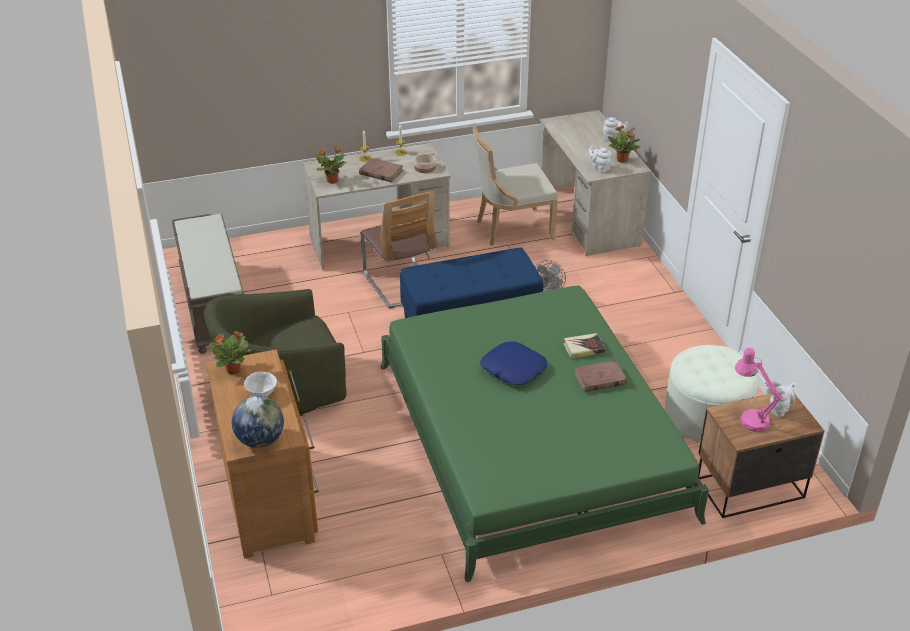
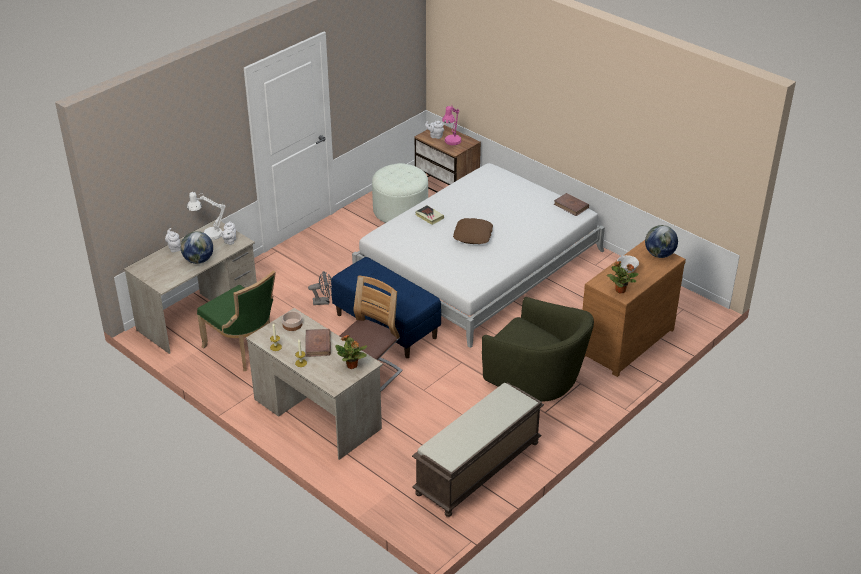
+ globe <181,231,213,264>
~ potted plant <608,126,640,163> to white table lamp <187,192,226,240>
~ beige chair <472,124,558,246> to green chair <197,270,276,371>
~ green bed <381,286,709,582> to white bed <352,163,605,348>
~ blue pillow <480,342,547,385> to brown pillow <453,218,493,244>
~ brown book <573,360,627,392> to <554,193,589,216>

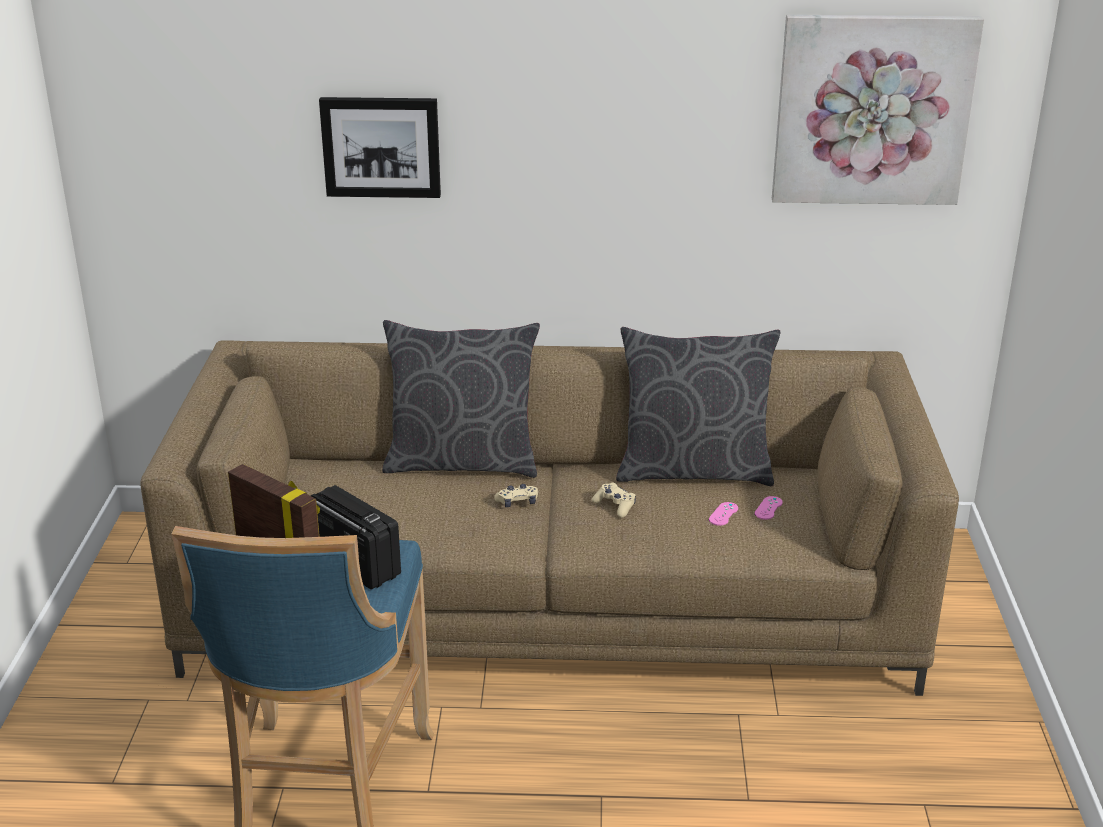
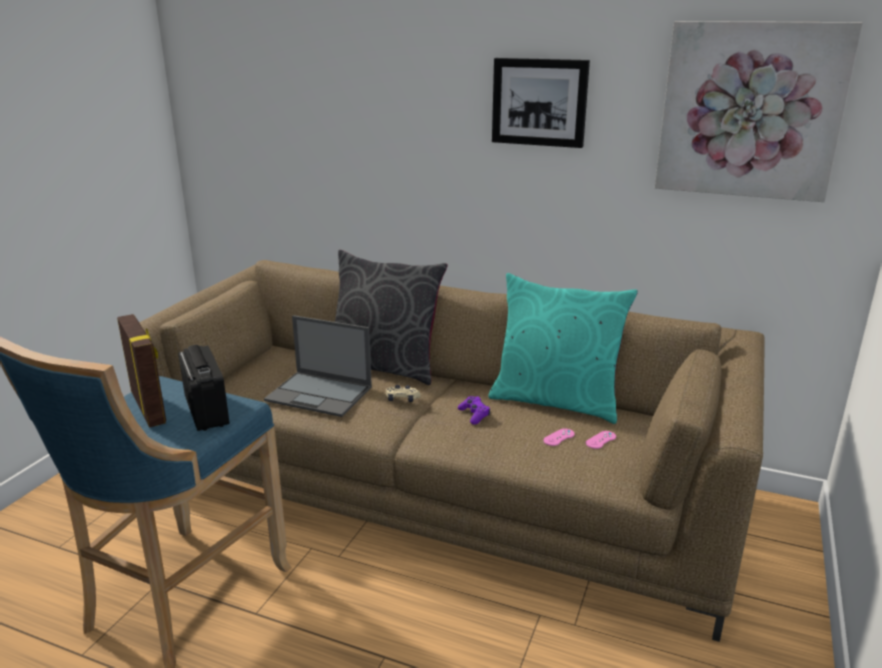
+ laptop <264,315,372,417>
~ beige game controller <592,483,636,518> to purple game controller <458,396,490,425>
~ grey pillow <616,327,780,486> to turquoise pillow <488,273,638,424>
~ picture <319,97,441,198> to <492,58,590,148>

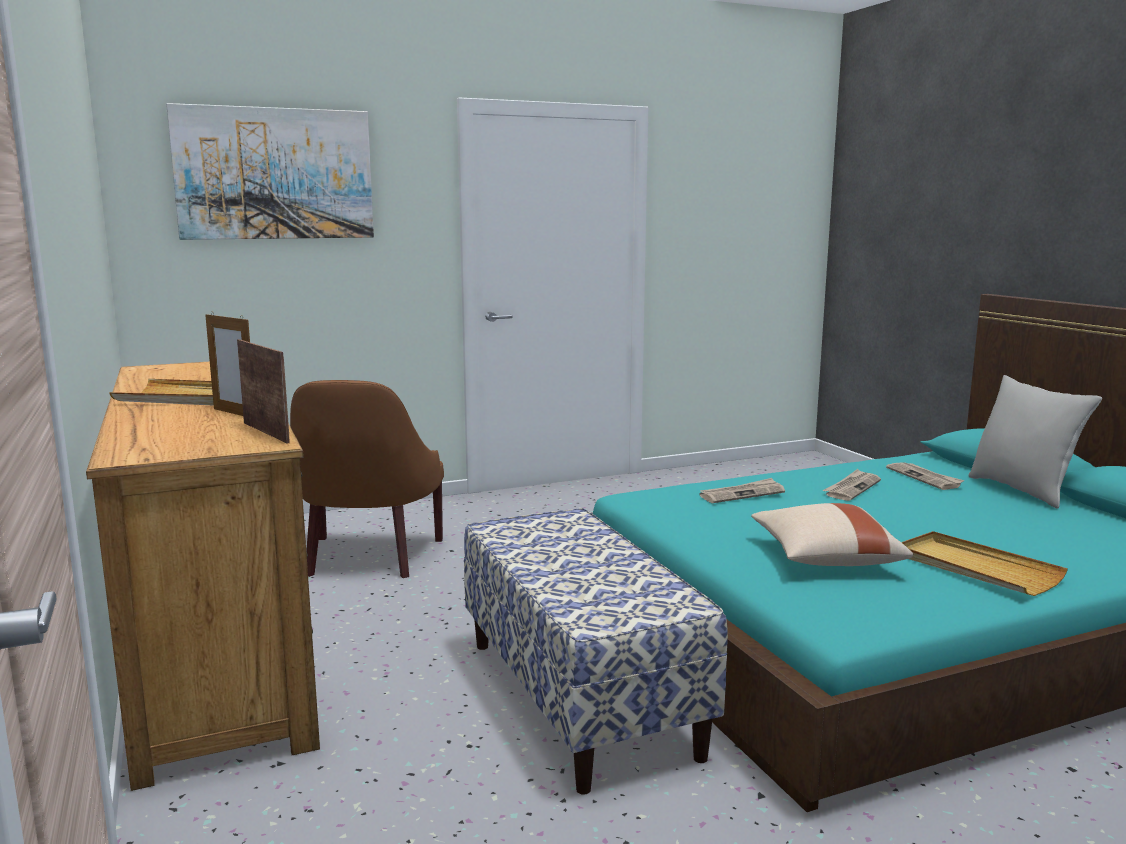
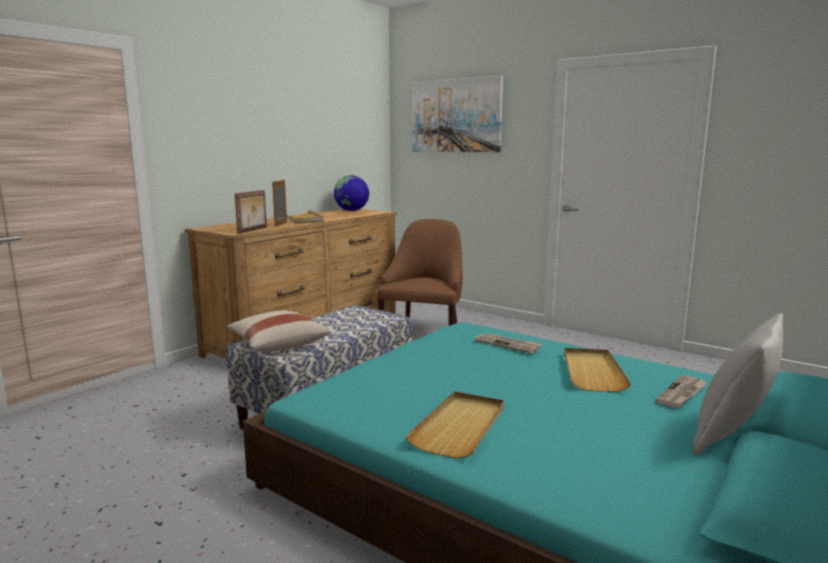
~ beige pillow <751,503,913,566> to <227,311,331,352>
+ globe <334,175,369,211>
~ brown armchair <290,380,444,578> = <376,219,463,326> 135 degrees clockwise
~ newspaper <823,469,881,501> to beige tray <564,348,631,392>

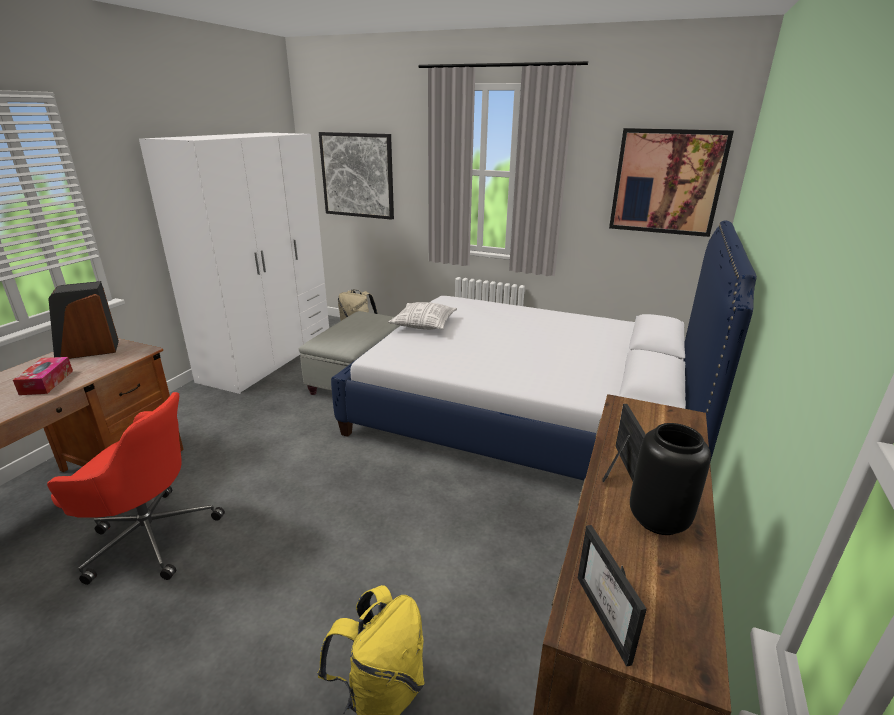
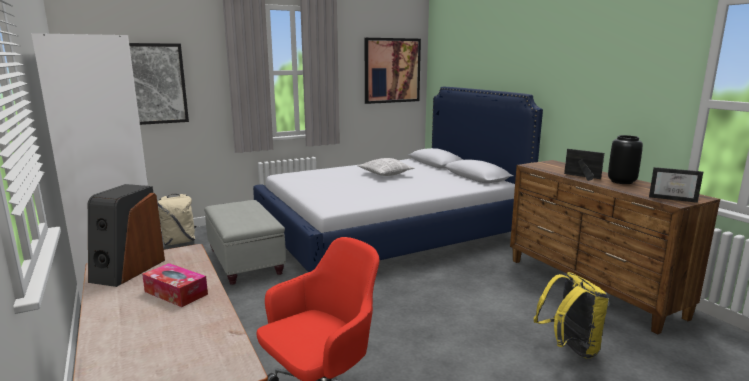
~ pillow <388,302,457,330> to <357,158,415,176>

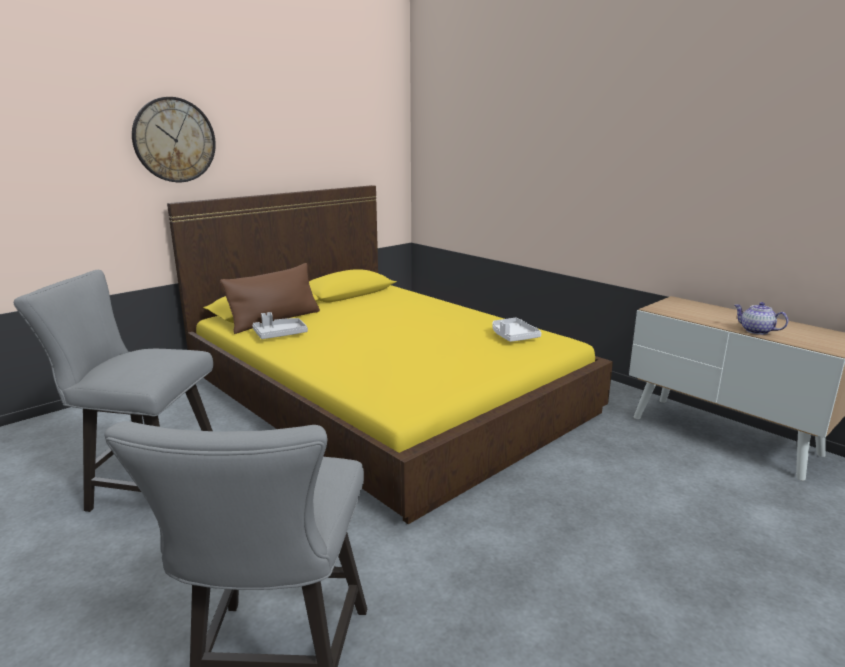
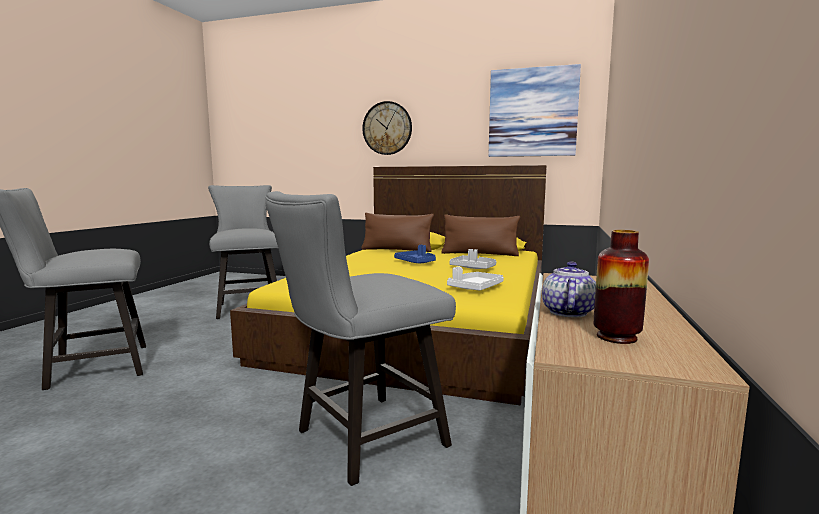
+ grey chair <265,191,456,486>
+ blue tray <394,245,436,263>
+ brown pillow <442,214,520,256>
~ grey tray <252,312,308,339> to <449,249,496,269>
+ picture <488,64,581,157>
+ vase <594,230,649,344>

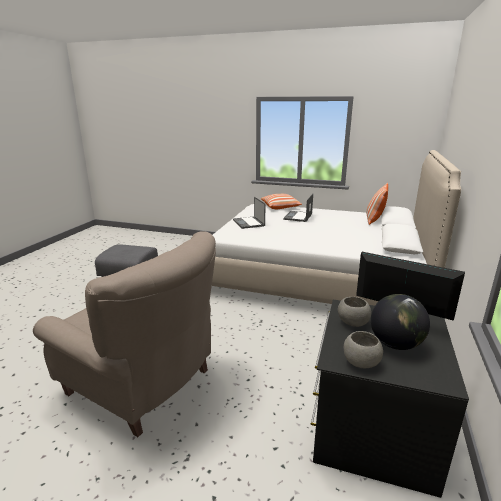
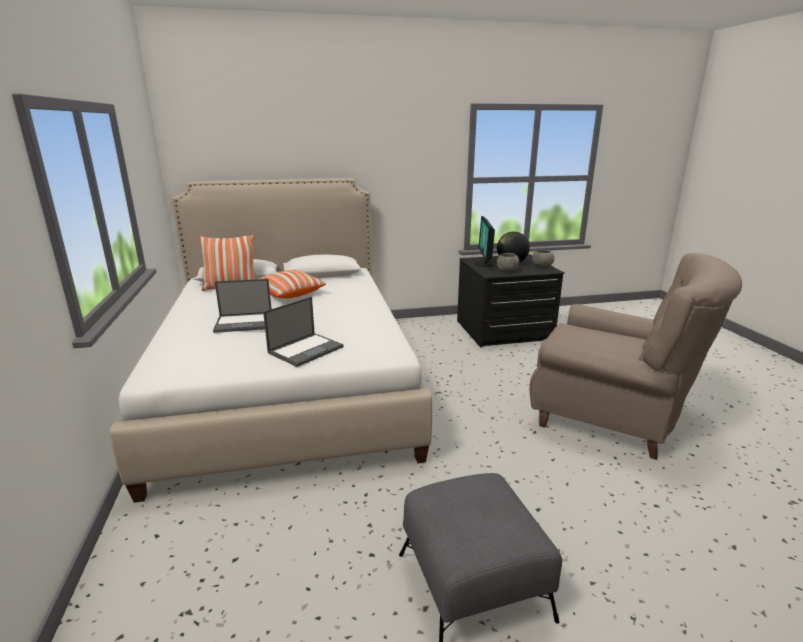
~ pillow <261,194,302,209> to <259,270,326,298>
~ beige armchair <33,231,216,437> = <529,253,742,460> 120 degrees clockwise

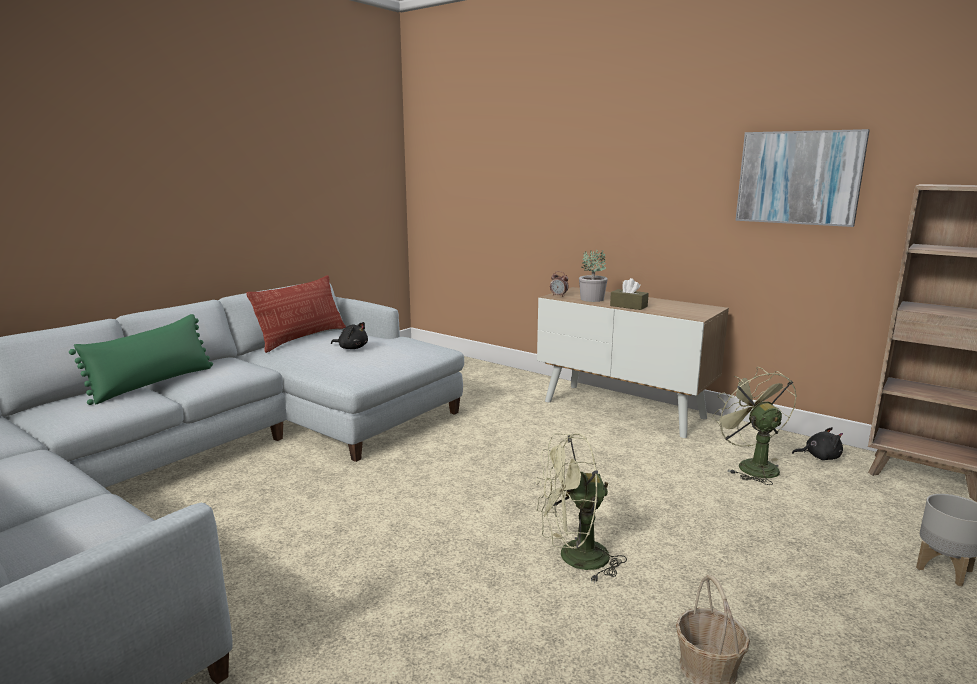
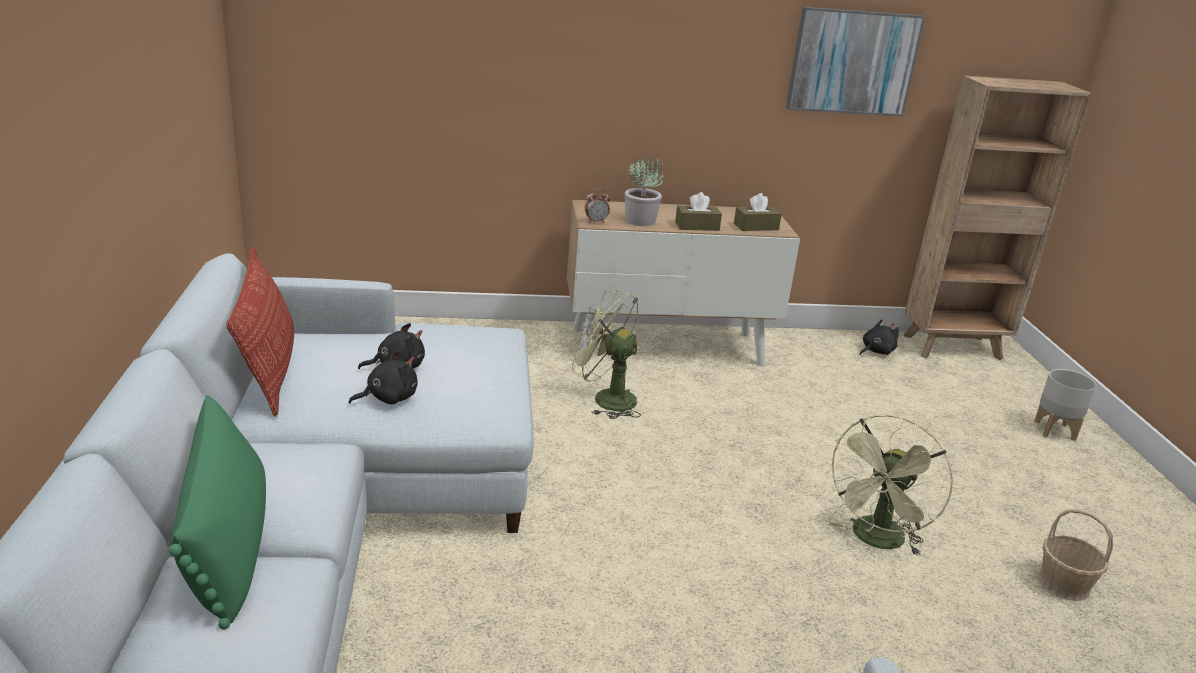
+ black plush toy <348,350,418,405>
~ green fan <712,367,797,485> to <568,289,641,419>
+ brown tissue box <734,193,782,231>

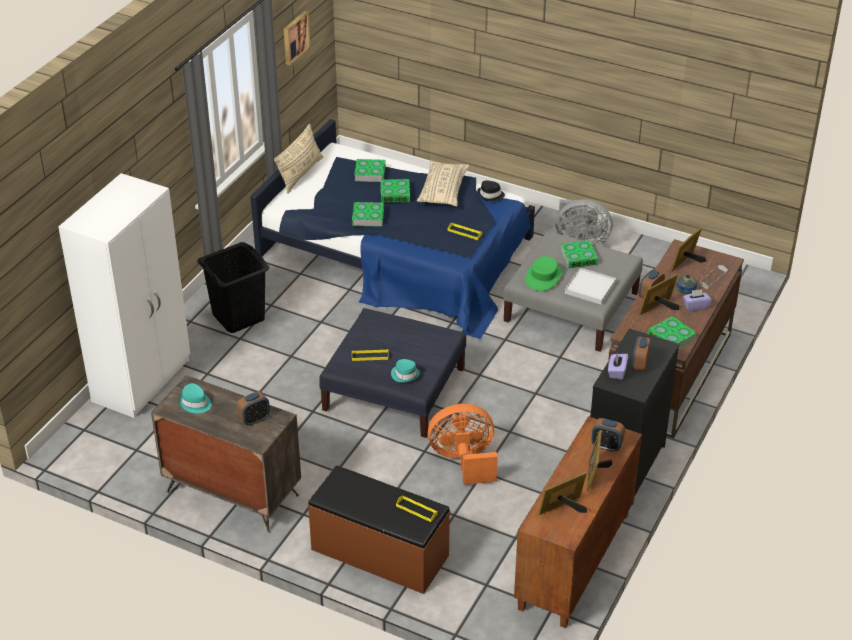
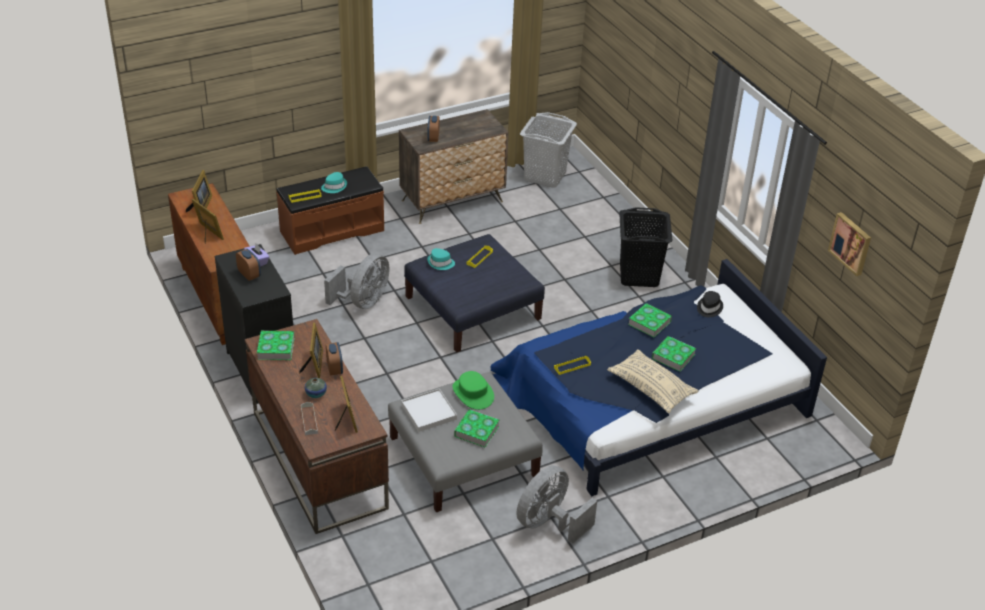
~ turquoise hat <179,383,211,413> to <321,172,347,193>
~ orange fan <428,404,498,485> to grey fan <324,253,389,309>
+ grey laundry basket <520,112,577,188>
~ black hat <477,180,505,201> to <697,291,723,317>
- white wardrobe <58,173,190,418>
- beige pillow <274,124,323,194>
- book <354,159,386,182>
- alarm clock <591,418,625,452>
- purple tissue box <683,289,711,311>

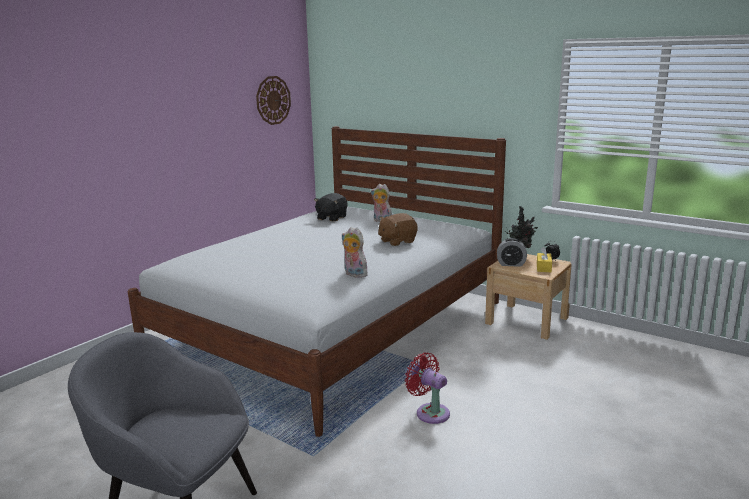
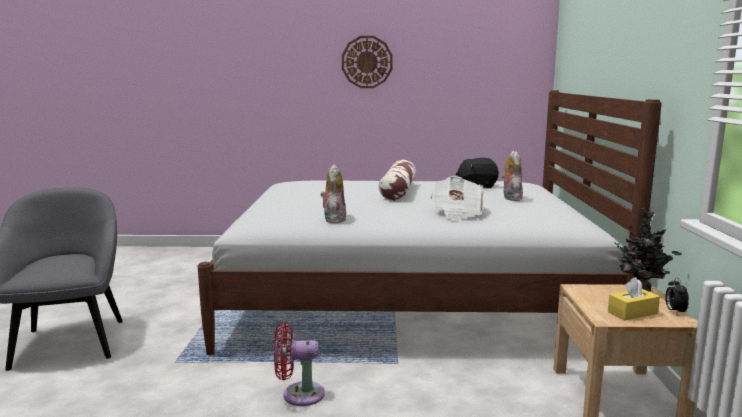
~ red fan <405,352,450,424> = <274,322,325,406> 105 degrees counterclockwise
~ wall clock <256,76,291,125> to <342,36,393,88>
+ pillow <379,160,416,201>
~ brown plush toy <378,213,418,246> to newspaper <430,176,485,220>
- alarm clock <497,238,527,267>

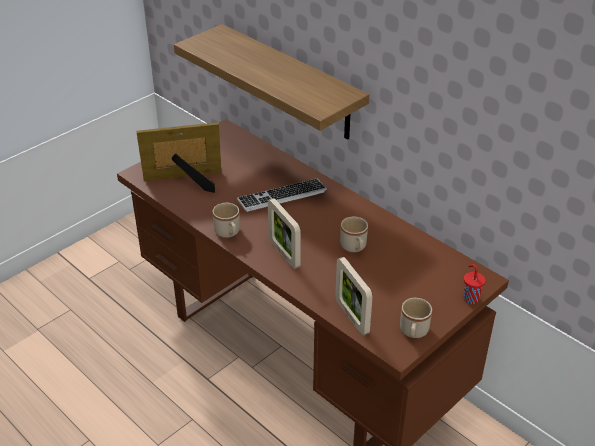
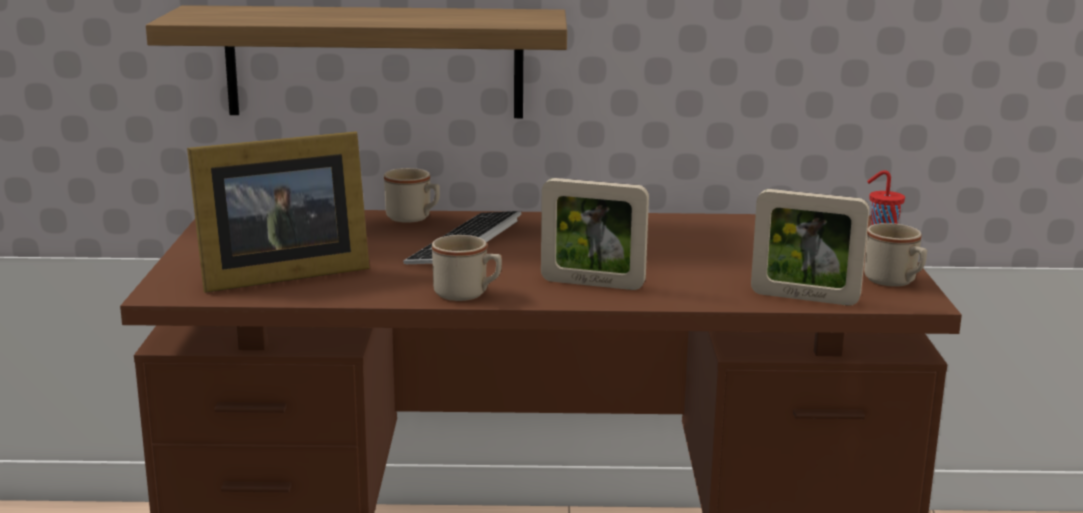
~ picture frame <136,122,221,193> = <187,131,370,293> 150 degrees counterclockwise
~ beige mug <340,216,368,252> to <384,168,440,223>

